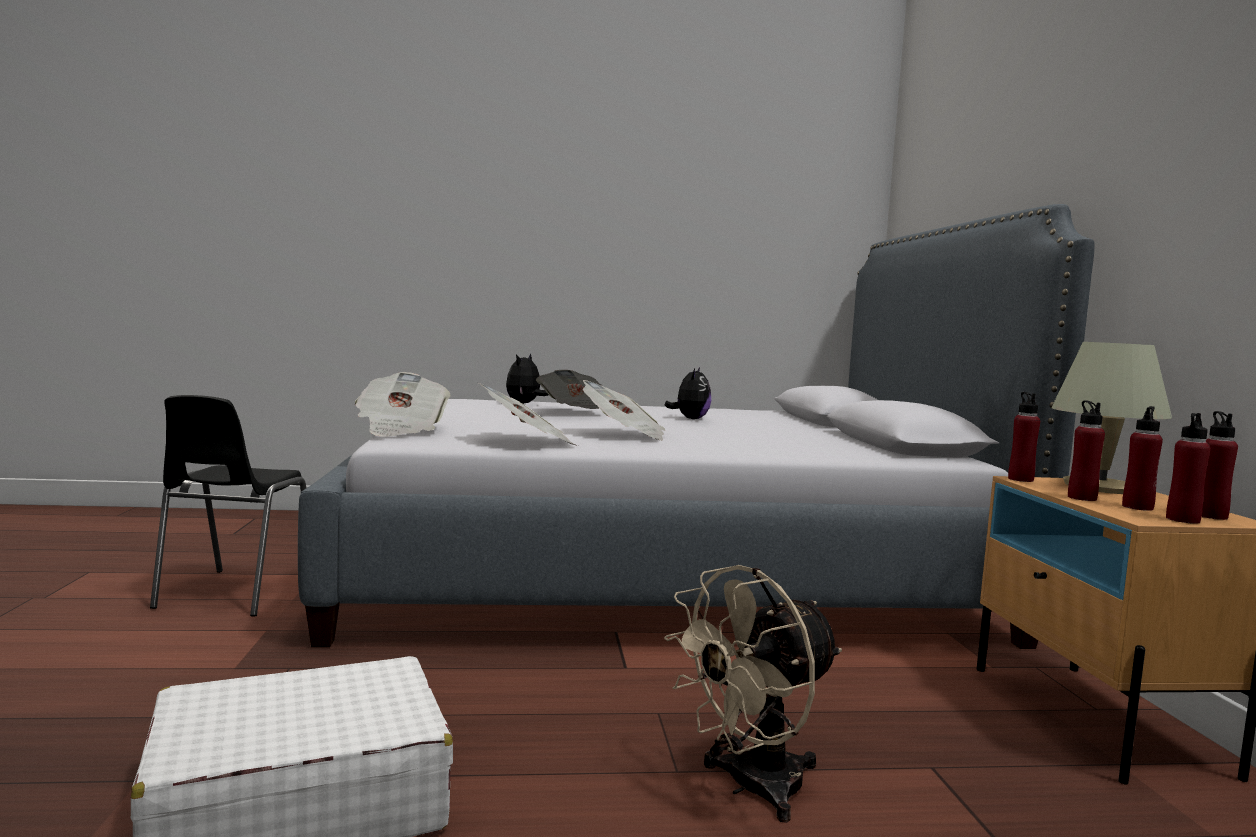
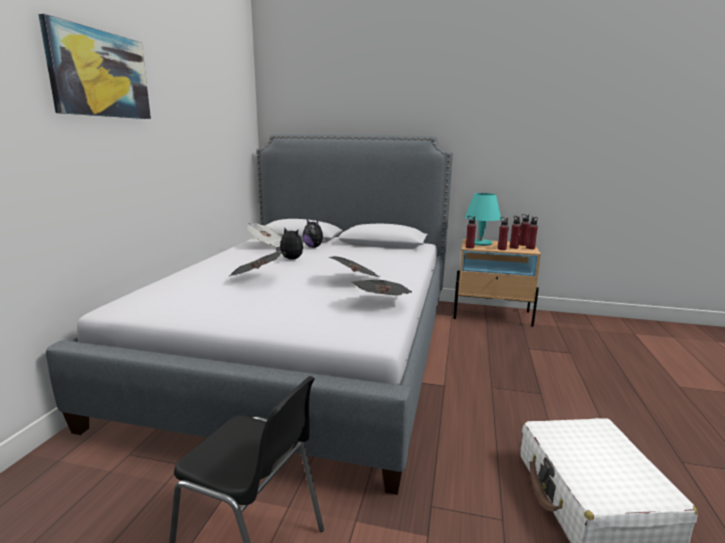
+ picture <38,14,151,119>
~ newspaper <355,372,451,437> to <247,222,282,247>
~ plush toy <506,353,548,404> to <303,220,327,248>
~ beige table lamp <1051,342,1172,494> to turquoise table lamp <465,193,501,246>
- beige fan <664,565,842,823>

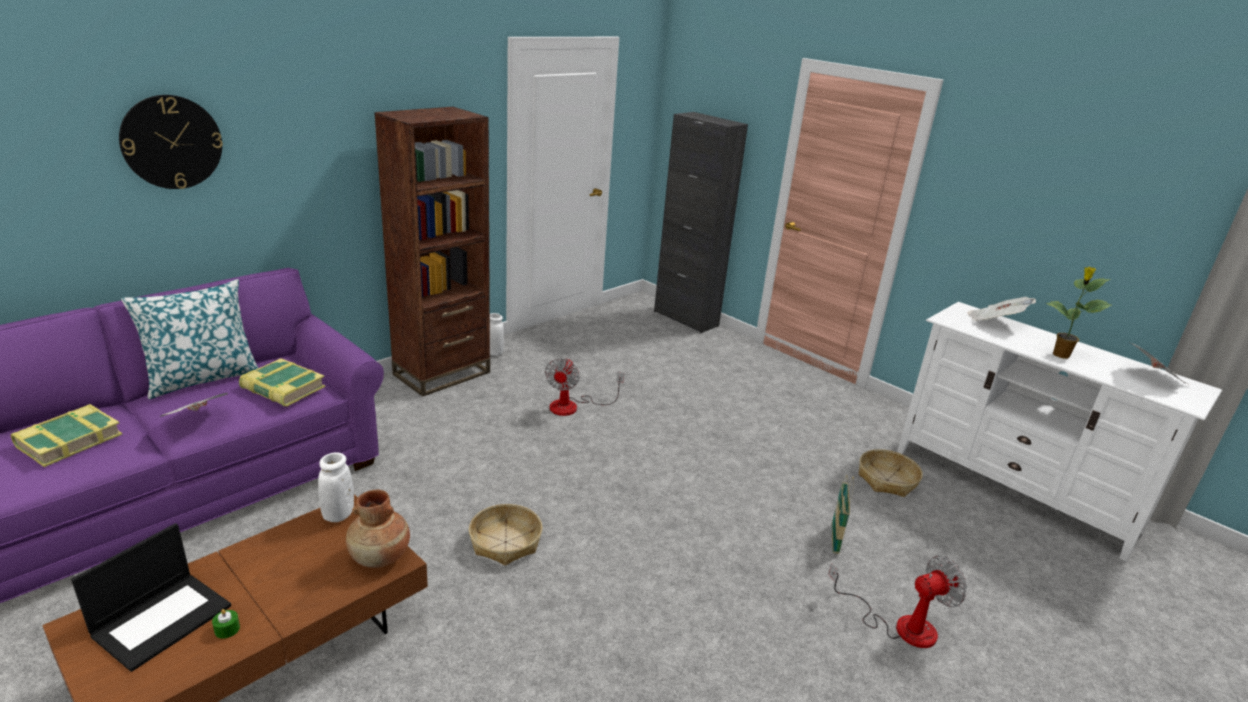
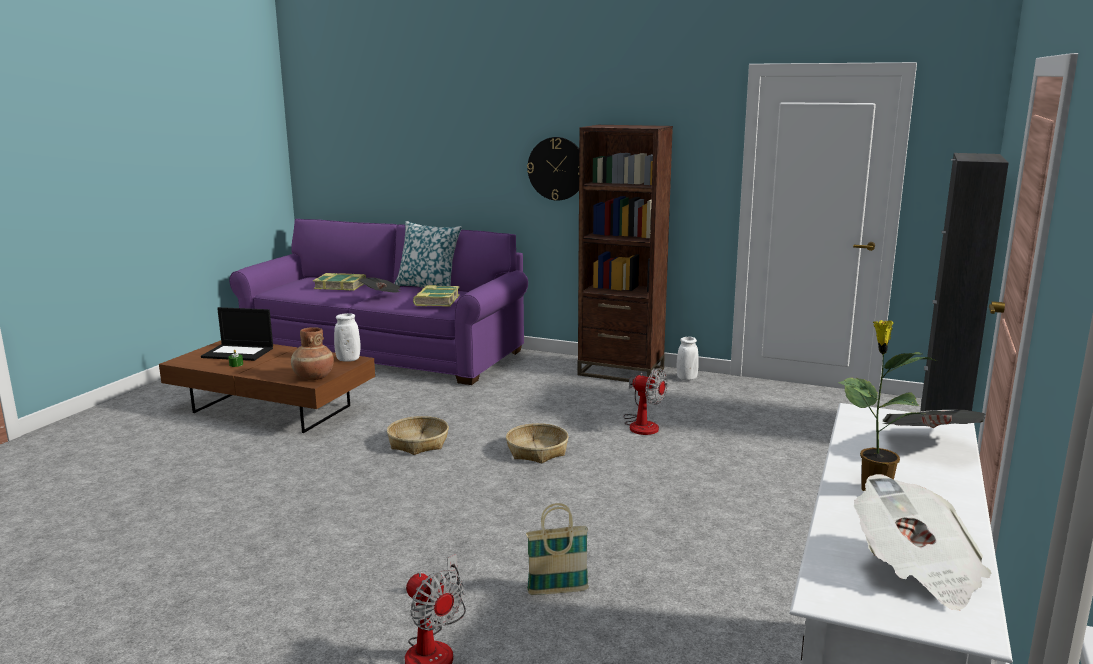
~ basket <859,449,923,497> to <506,423,569,463>
~ wall clock <119,95,223,189> to <527,137,579,201>
~ fan <545,358,624,416> = <623,368,668,435> 135 degrees counterclockwise

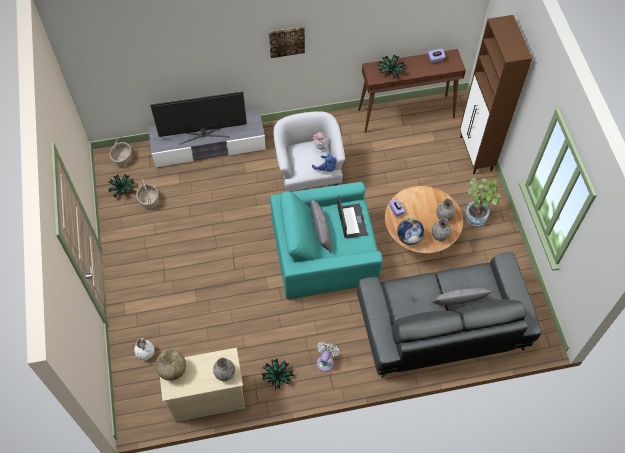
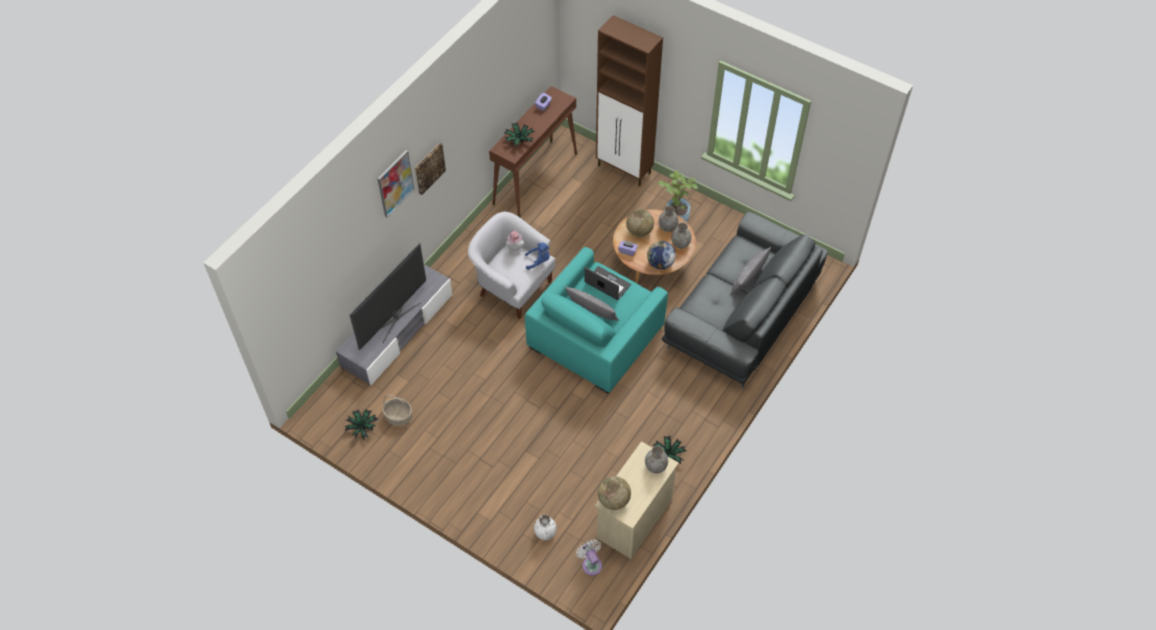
+ picture <377,150,414,217>
~ white fan <317,342,339,372> to <576,539,602,576>
+ globe <626,209,654,237>
- basket <110,136,132,166>

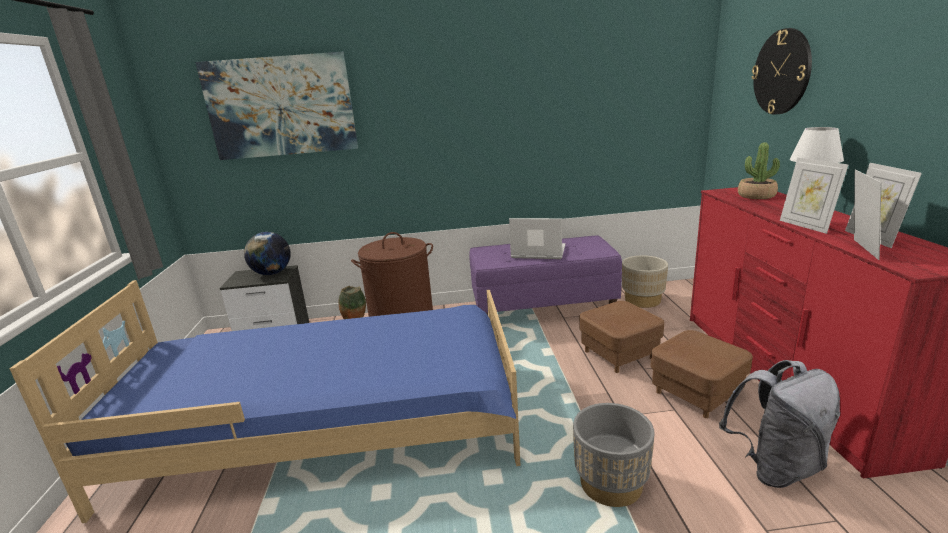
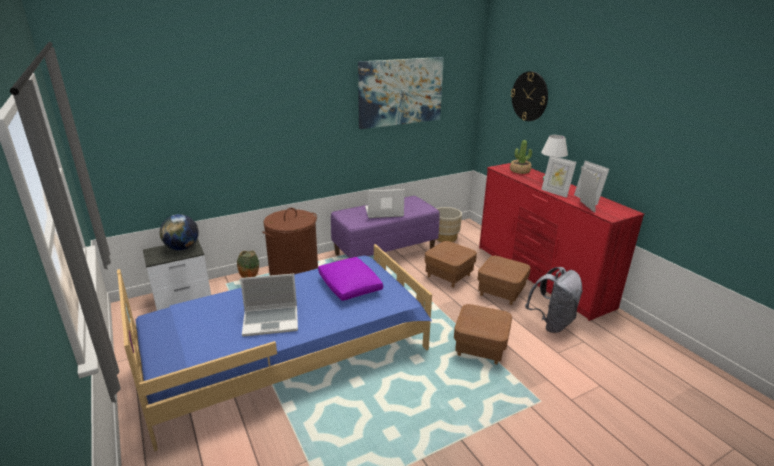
+ laptop <240,274,298,337>
+ purple pillow <318,257,383,301>
~ picture <195,52,358,160> to <358,57,444,129>
~ grey planter <573,403,655,507> to brown ottoman <454,304,512,364>

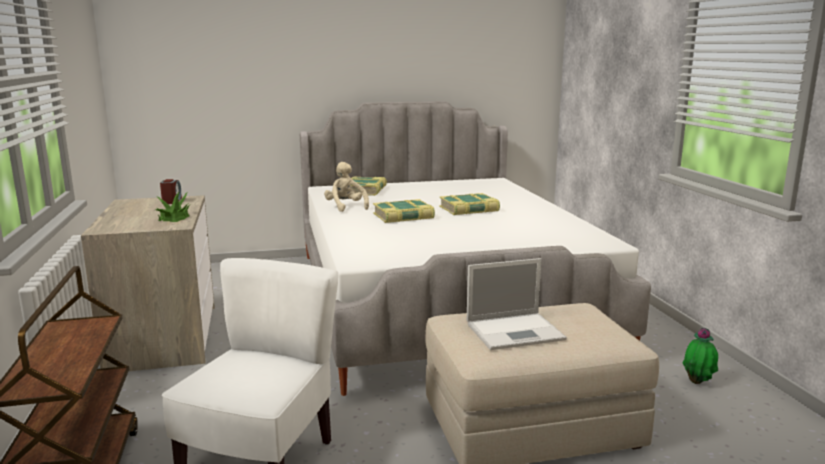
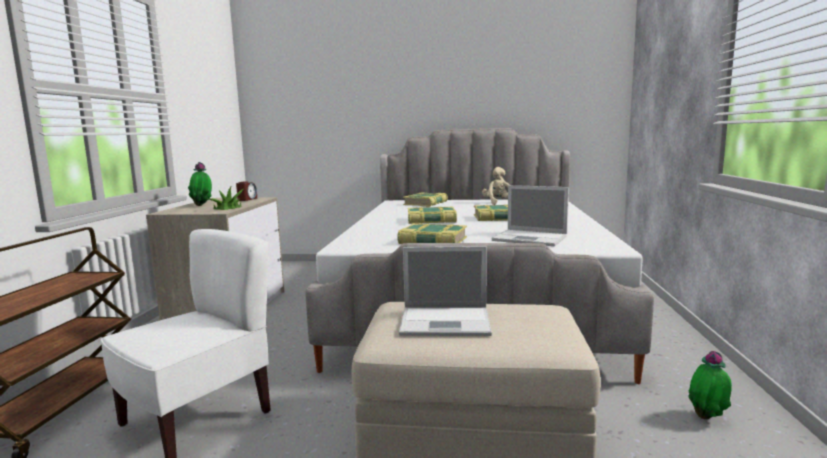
+ potted plant <188,162,212,206>
+ book <397,223,467,244>
~ beige plush toy <324,162,369,212> to <482,167,510,205>
+ laptop <492,185,569,246>

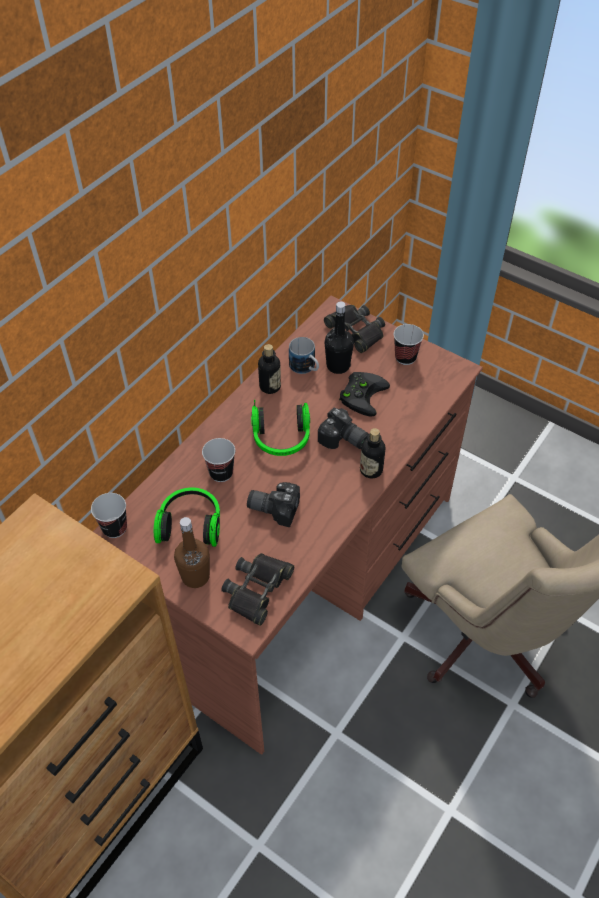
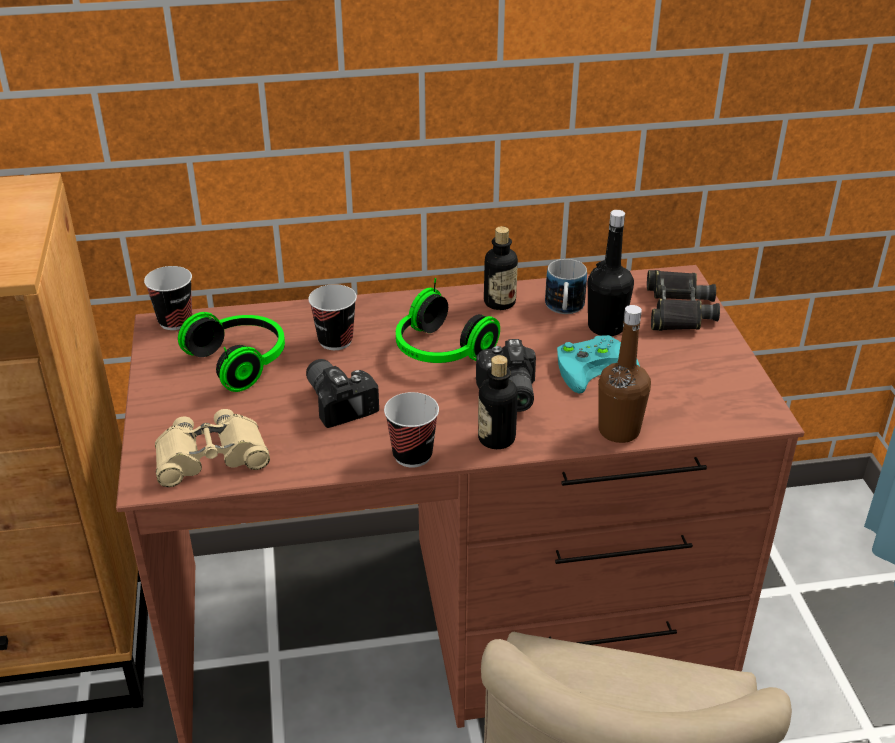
~ black binoculars <221,553,294,626> to beige binoculars <155,409,270,487>
~ cup <394,324,424,365> to <384,392,439,468>
~ black game controller <339,372,390,417> to turquoise game controller <557,335,640,394>
~ brown bottle <174,517,210,588> to <598,305,651,443>

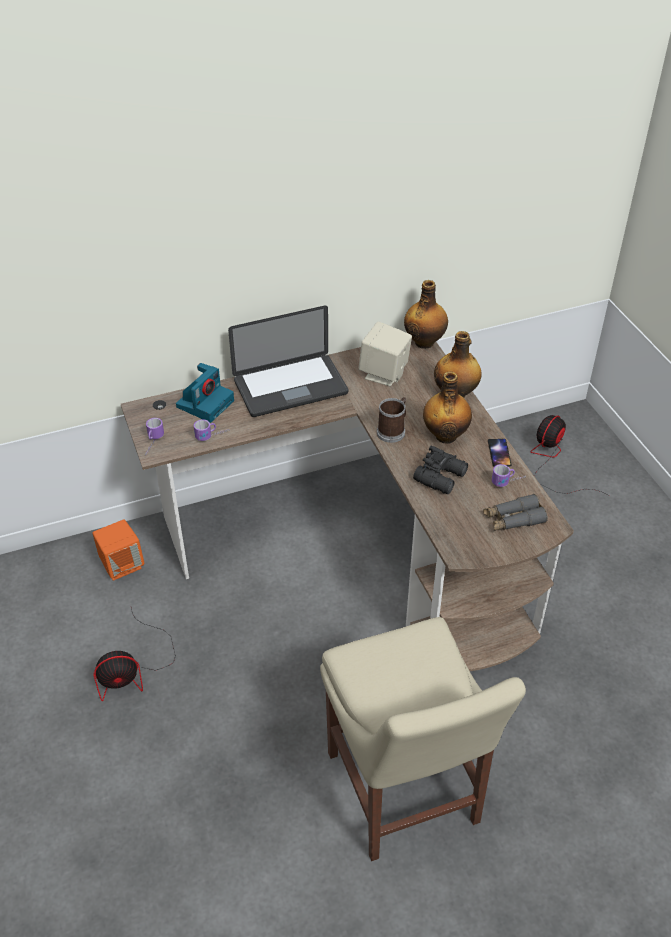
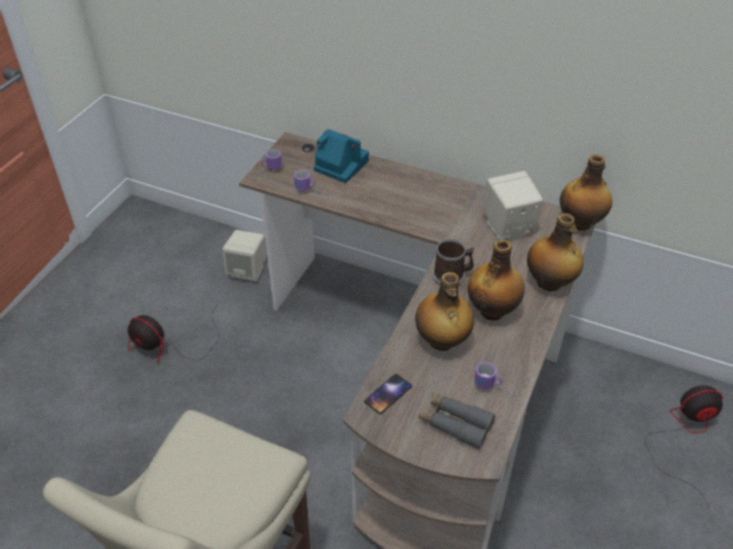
~ orange speaker <93,519,144,581> to beige speaker <222,230,266,282>
~ photo camera <176,363,234,423> = <314,129,369,183> 135 degrees counterclockwise
~ phone <488,439,511,467> to <364,374,412,414>
~ black binoculars <413,445,468,494> to bottle <415,272,474,351>
- laptop <228,306,349,417>

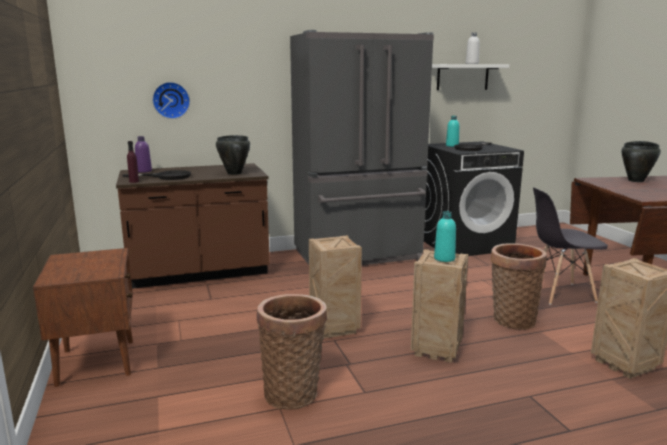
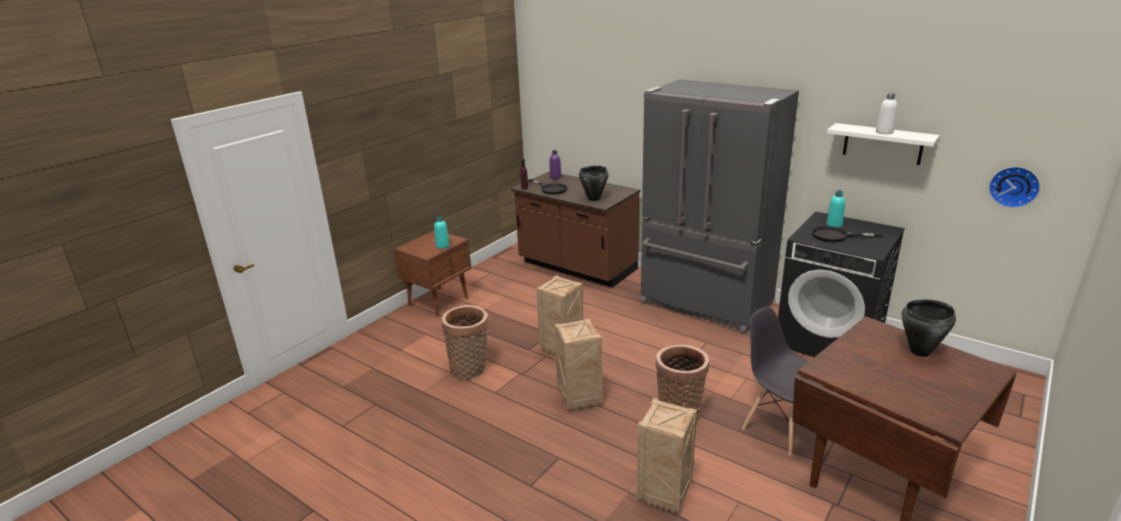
~ turquoise bottle <434,211,456,262> to <434,216,449,249>
~ wall clock <152,82,190,119> to <989,167,1040,208>

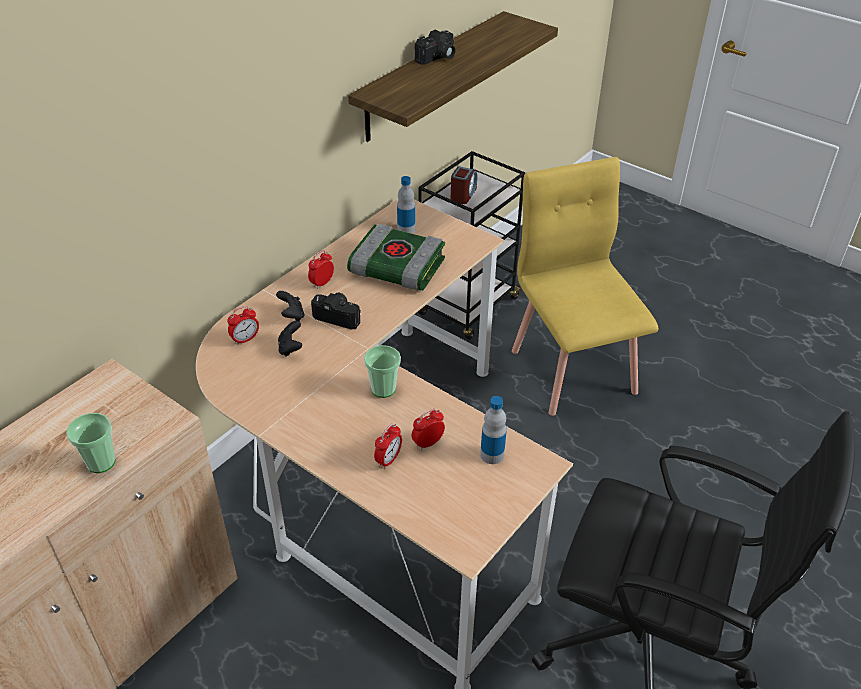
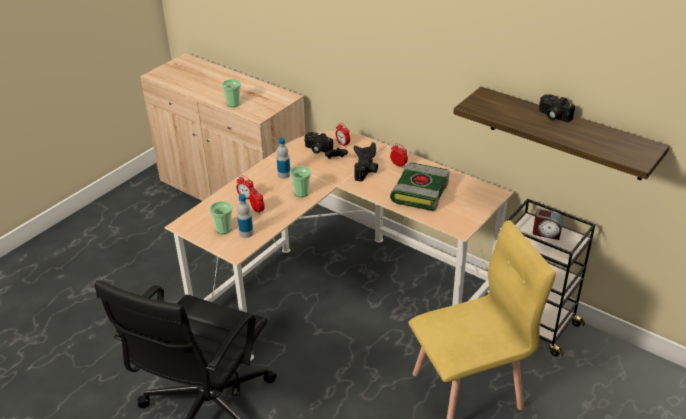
+ cup <210,201,233,234>
~ bottle <397,176,415,234> to <277,138,290,179>
+ photo camera <304,132,333,154>

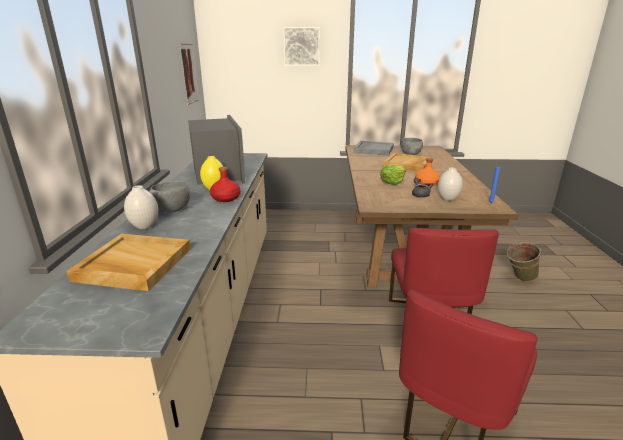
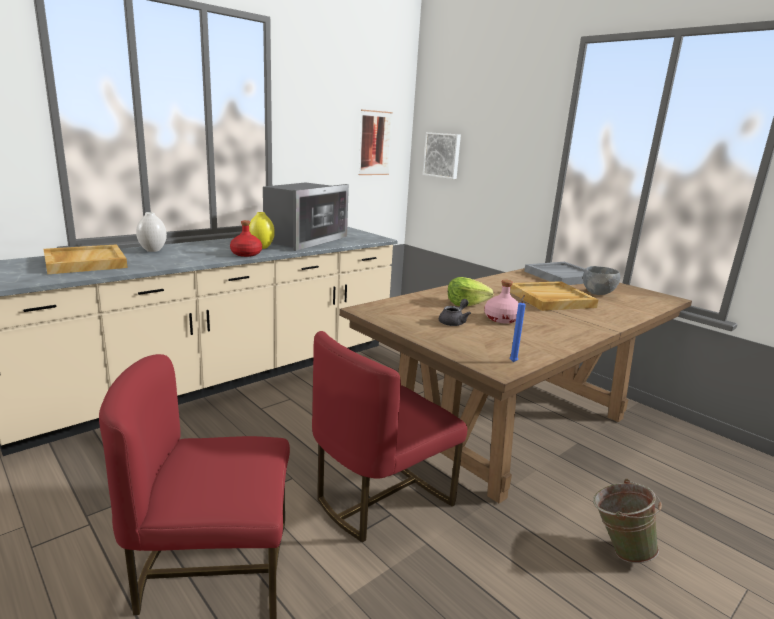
~ picture <283,27,320,66> to <423,132,461,179>
~ orange bottle <415,158,440,186> to pink bottle <484,280,519,323>
- grey bowl <150,181,190,212>
- white vase <438,168,463,201>

